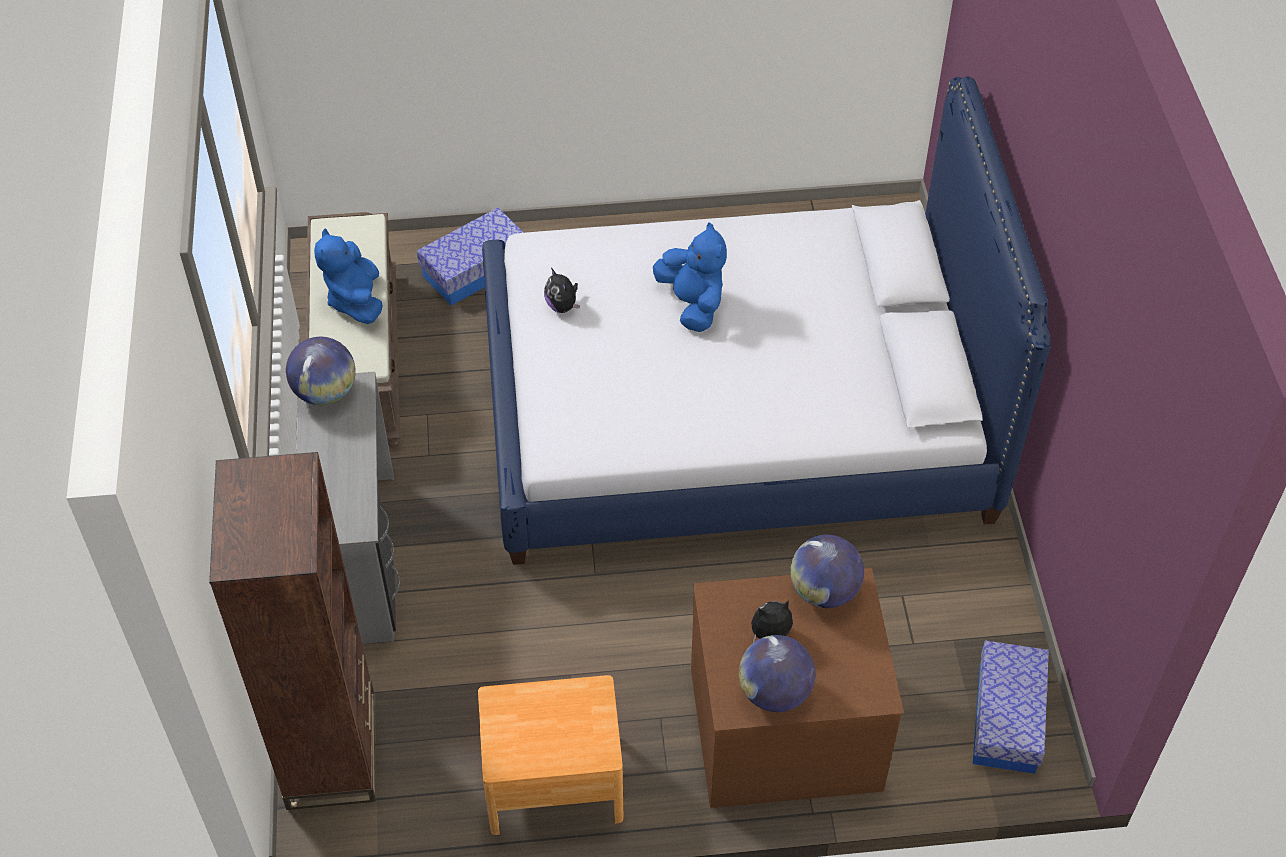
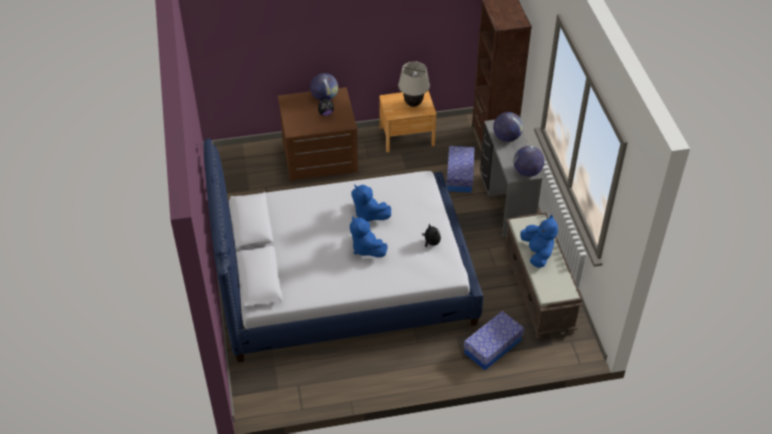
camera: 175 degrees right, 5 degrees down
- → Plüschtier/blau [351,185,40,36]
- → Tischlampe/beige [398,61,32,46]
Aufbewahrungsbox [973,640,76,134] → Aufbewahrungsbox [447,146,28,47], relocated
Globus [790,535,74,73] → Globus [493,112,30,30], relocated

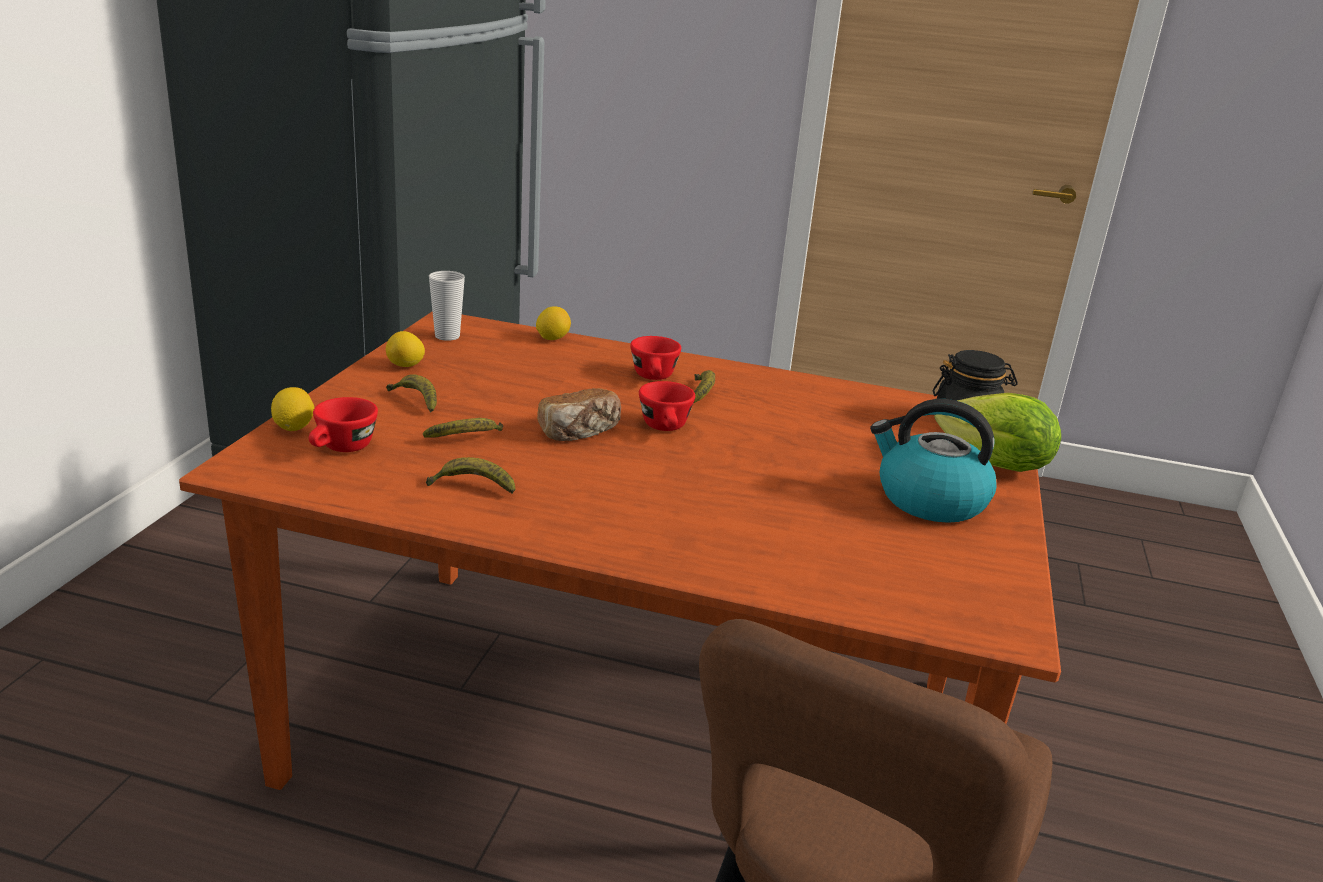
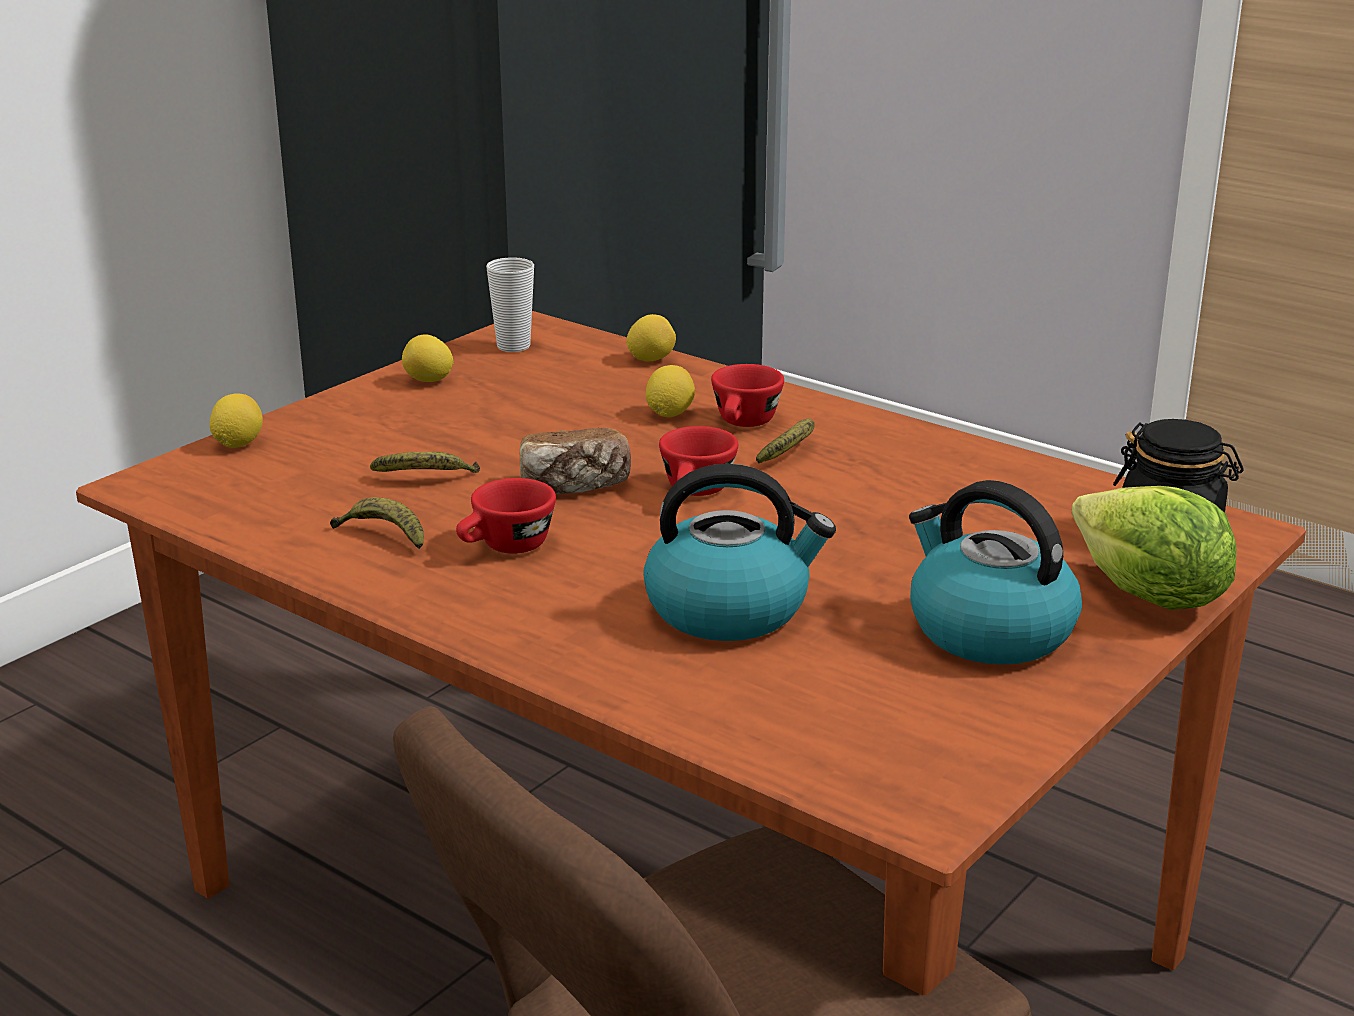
camera: 25 degrees right, 0 degrees up
Tasse/rot [309,397,69,55] → Tasse/rot [456,478,100,76], relocated
- → Wasserkessel [643,464,193,177]
- → Zitrone [646,365,49,52]
Banane [386,374,51,38] → -

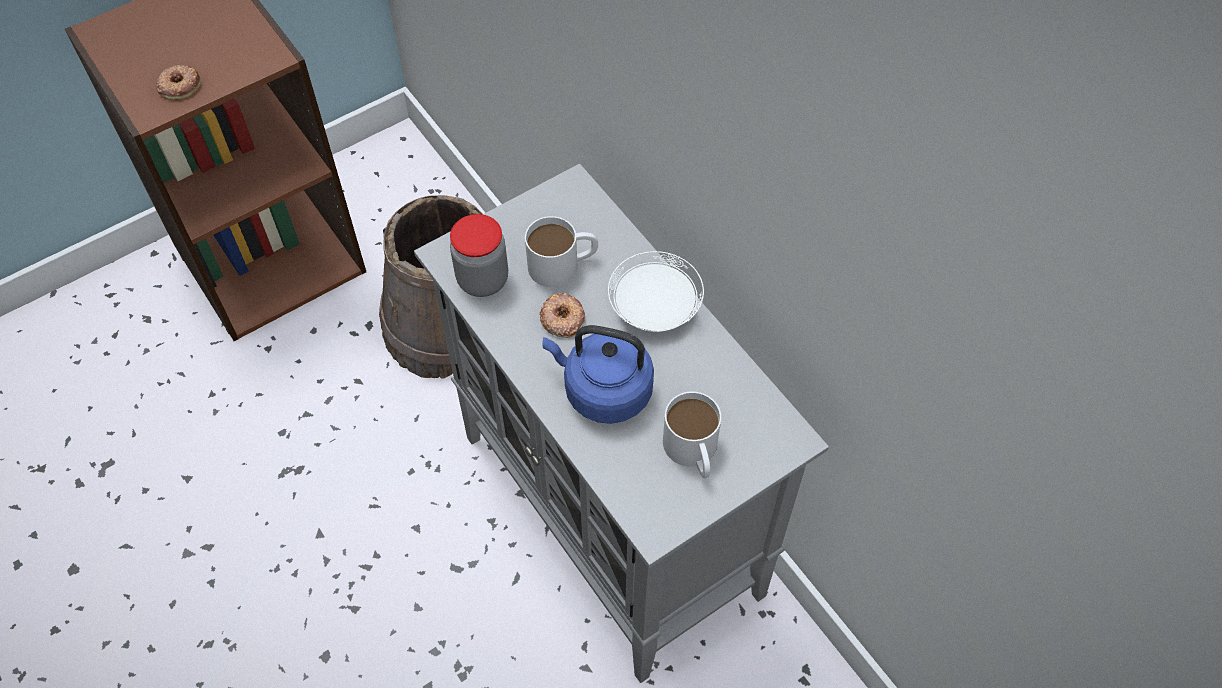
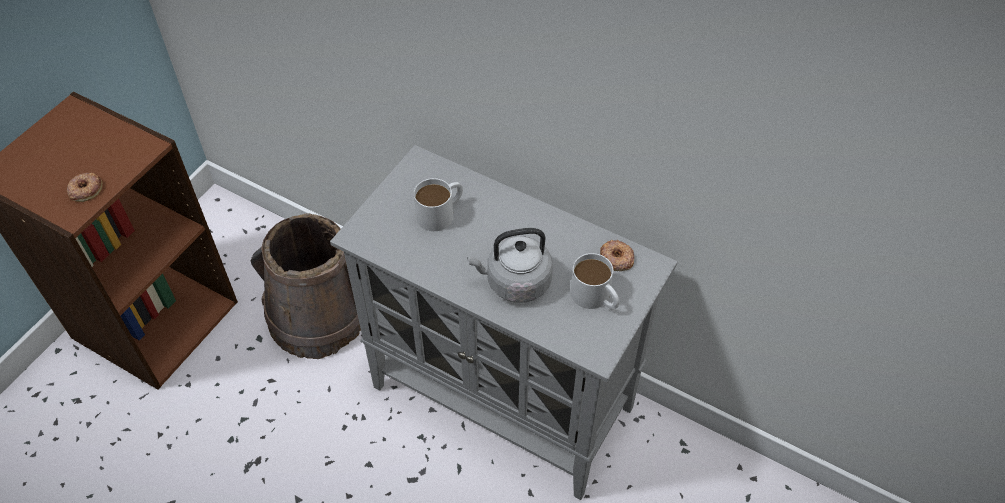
camera: 25 degrees left, 5 degrees down
Wasserkessel/blau [542,325,112,99] → Wasserkessel/grau [467,228,86,75]
Donut [539,293,46,45] → Donut [600,240,34,31], relocated
Vorratsglas [450,214,58,83] → -
Teller/weiß [608,251,96,81] → -

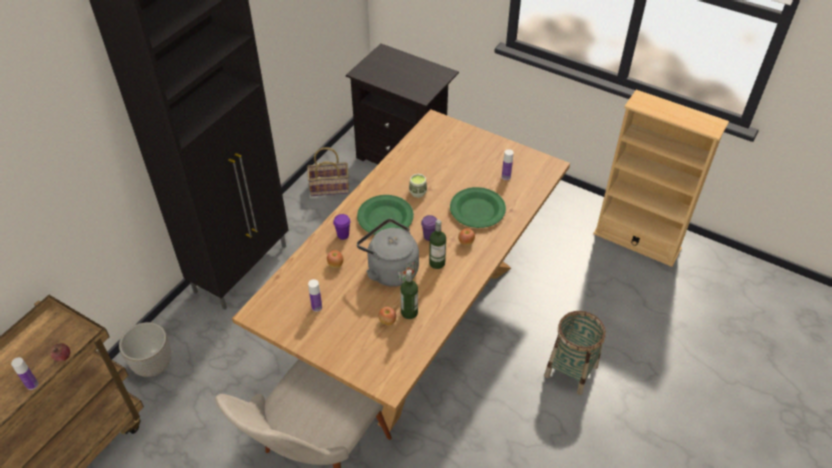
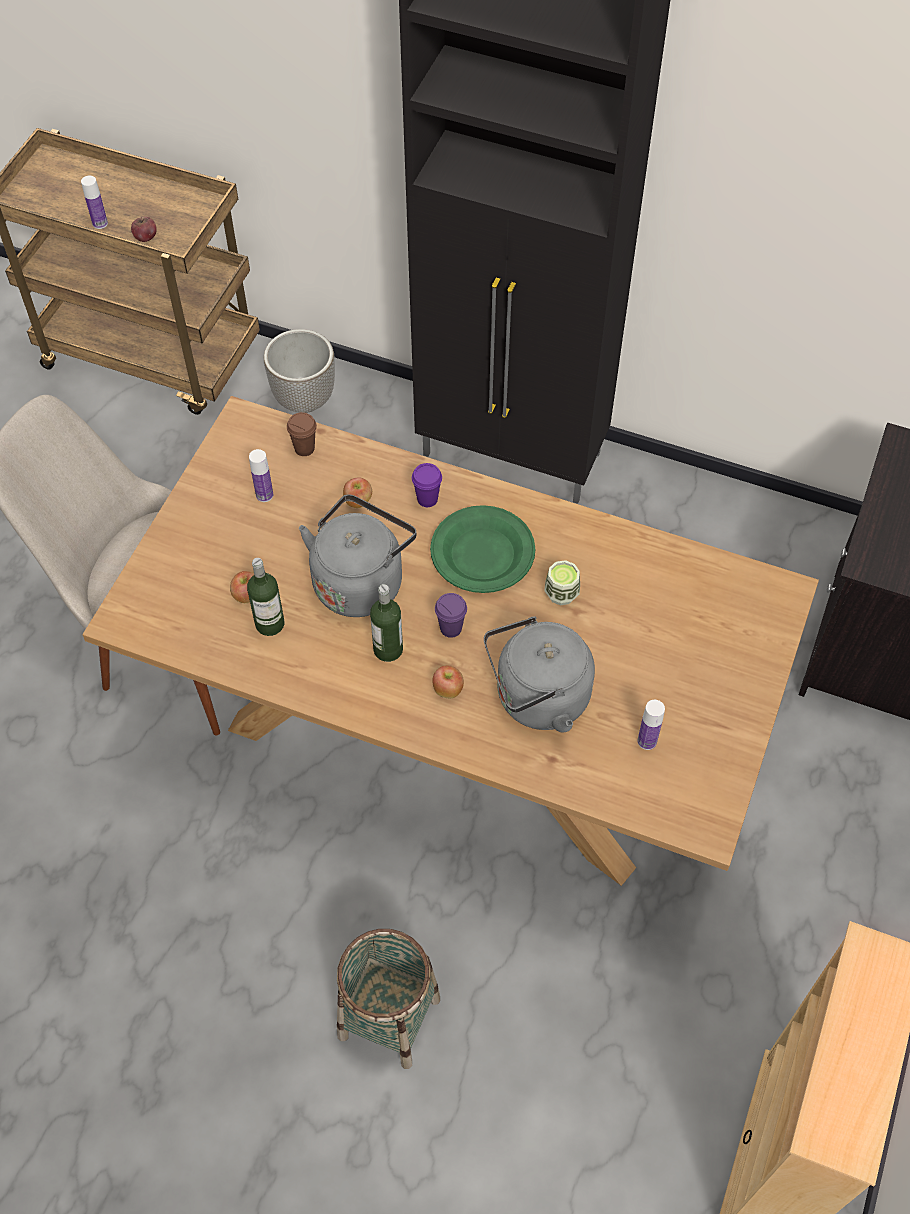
camera: 80 degrees right, 10 degrees up
- → Tasse/braun [287,412,30,44]
Teller/grün [450,187,56,41] → Wasserkessel/grau [484,616,111,116]
Korb [307,147,42,49] → -

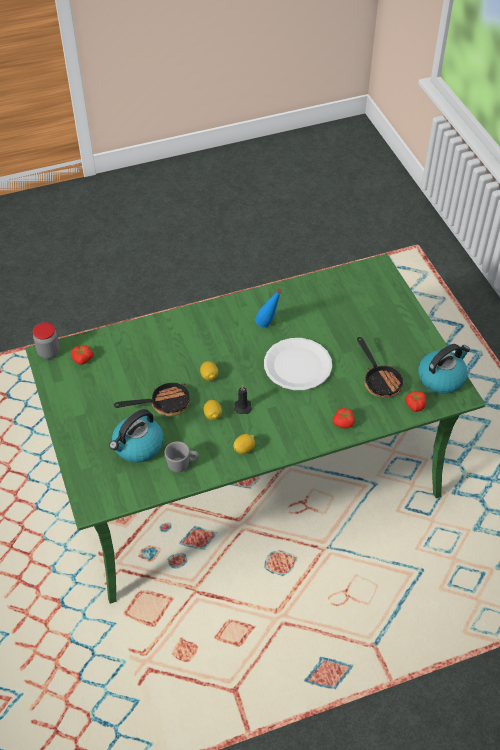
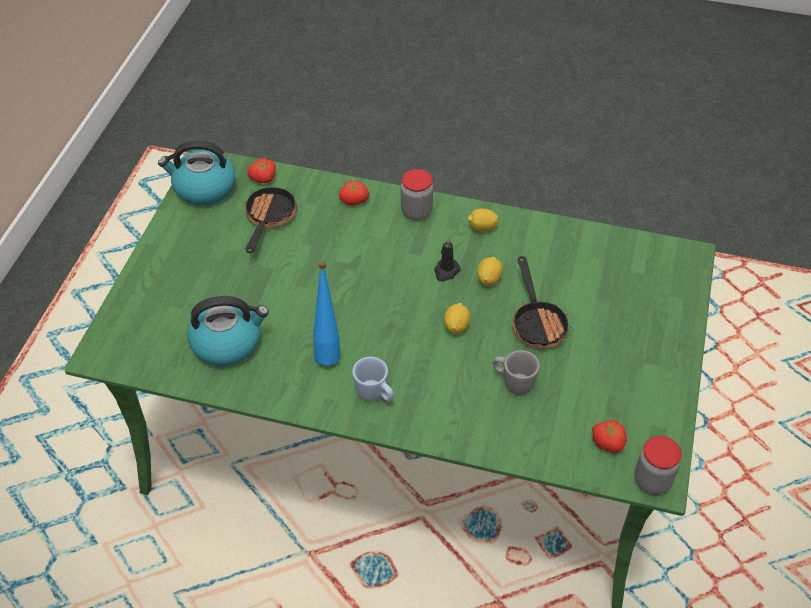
camera: 145 degrees left, 0 degrees up
Wasserkessel [109,409,55,54] → Wasserkessel [187,296,82,70], relocated
- → Henkelbecher/blau [352,357,42,44]
- → Vorratsglas [401,169,32,51]
Henkelbecher/grau [165,441,34,32] → Henkelbecher/grau [493,350,47,45], relocated
Pfanne [114,379,76,38] → Pfanne [512,256,59,92], 120 degrees counterclockwise
Teller/weiß [264,338,68,52] → -

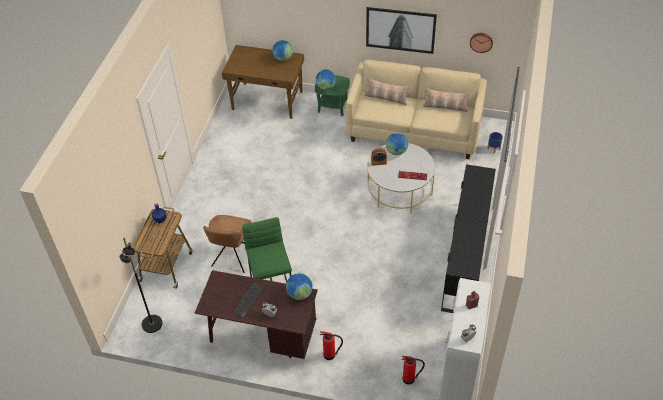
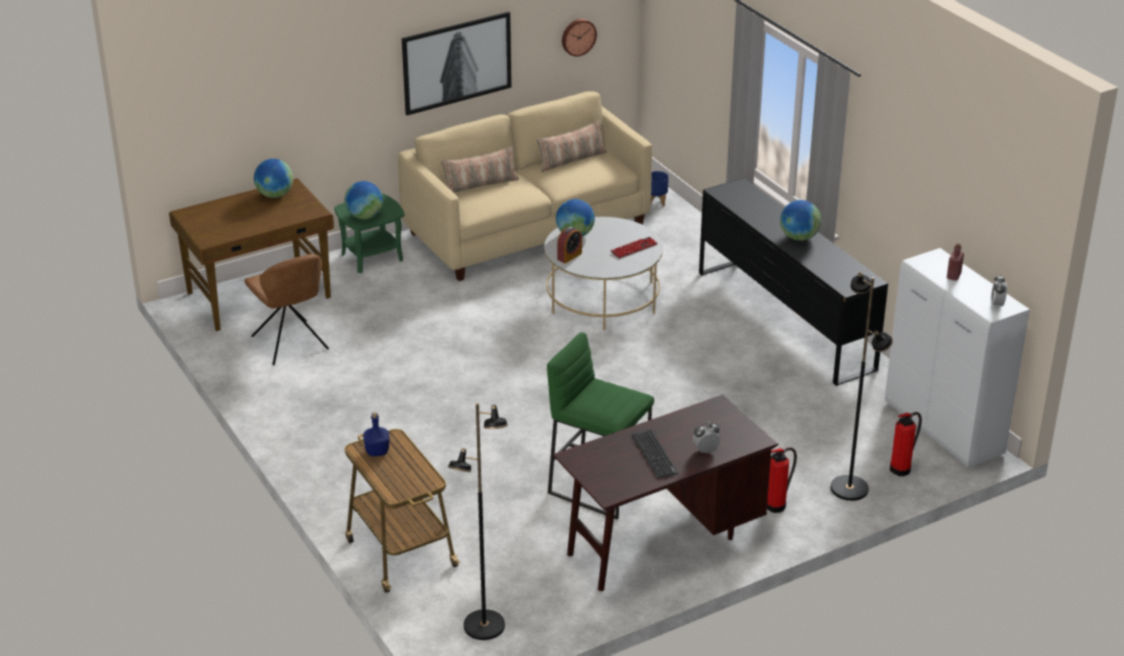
camera: 45 degrees left, 15 degrees down
Stuhl/braun [203,215,49,58] → Stuhl/braun [244,254,85,111], relocated
Globus [286,273,27,27] → Globus [780,200,41,41], relocated
- → Stehlampe/schwarz [831,272,62,229]

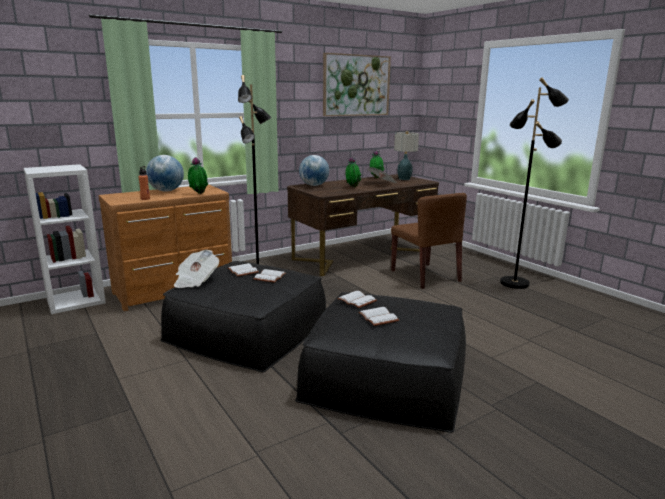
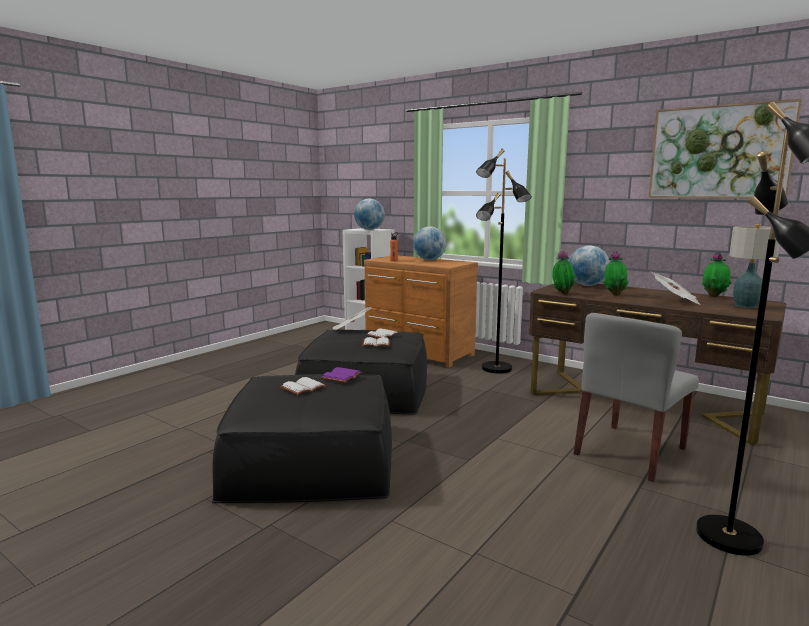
camera: 70 degrees right, 5 degrees down
Buch/weiß [337,291,40,17] → Buch/lila [321,367,41,16]
- → Globus [354,198,31,32]
Topfpflanze [188,157,20,37] → Topfpflanze [552,251,24,43], relocated
Stuhl/braun [391,193,76,96] → Stuhl/grau [574,313,125,169]

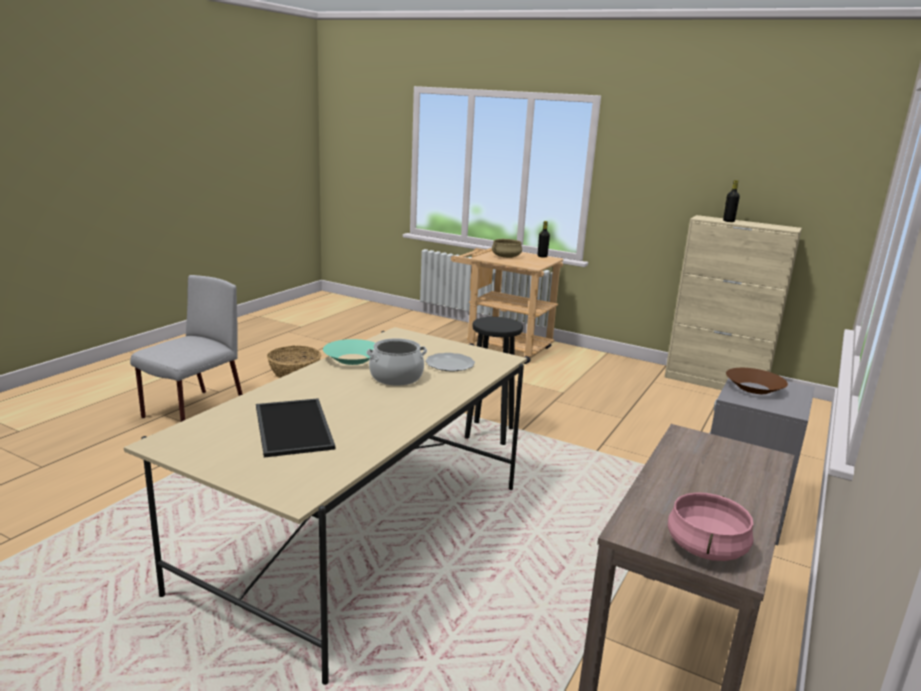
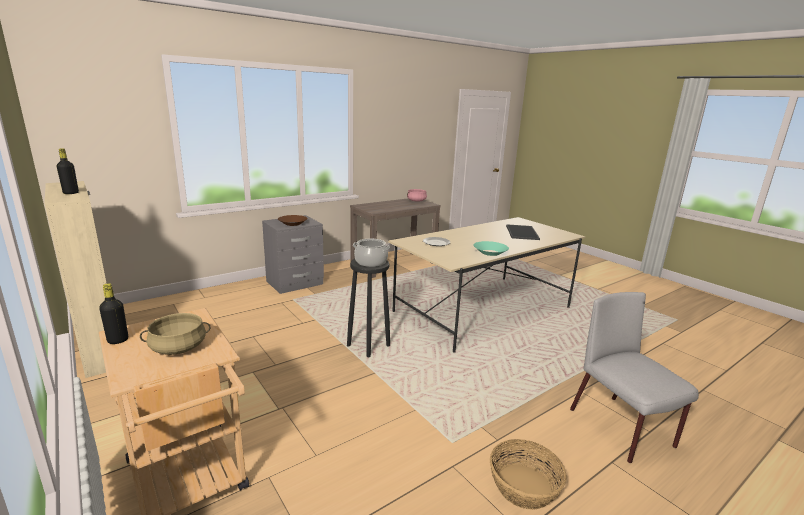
camera: 155 degrees left, 0 degrees up
Kochtopf [366,338,61,48] → Kochtopf [353,239,37,28], relocated
Stuhl/grau [130,275,113,147] → Stuhl/grau [570,292,129,171], 105 degrees clockwise

